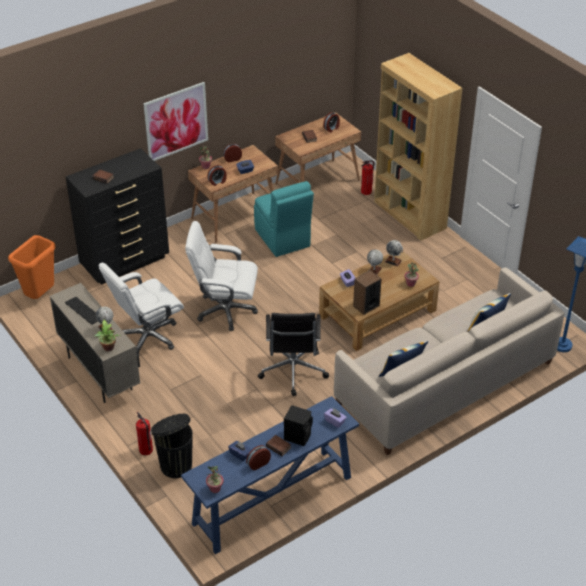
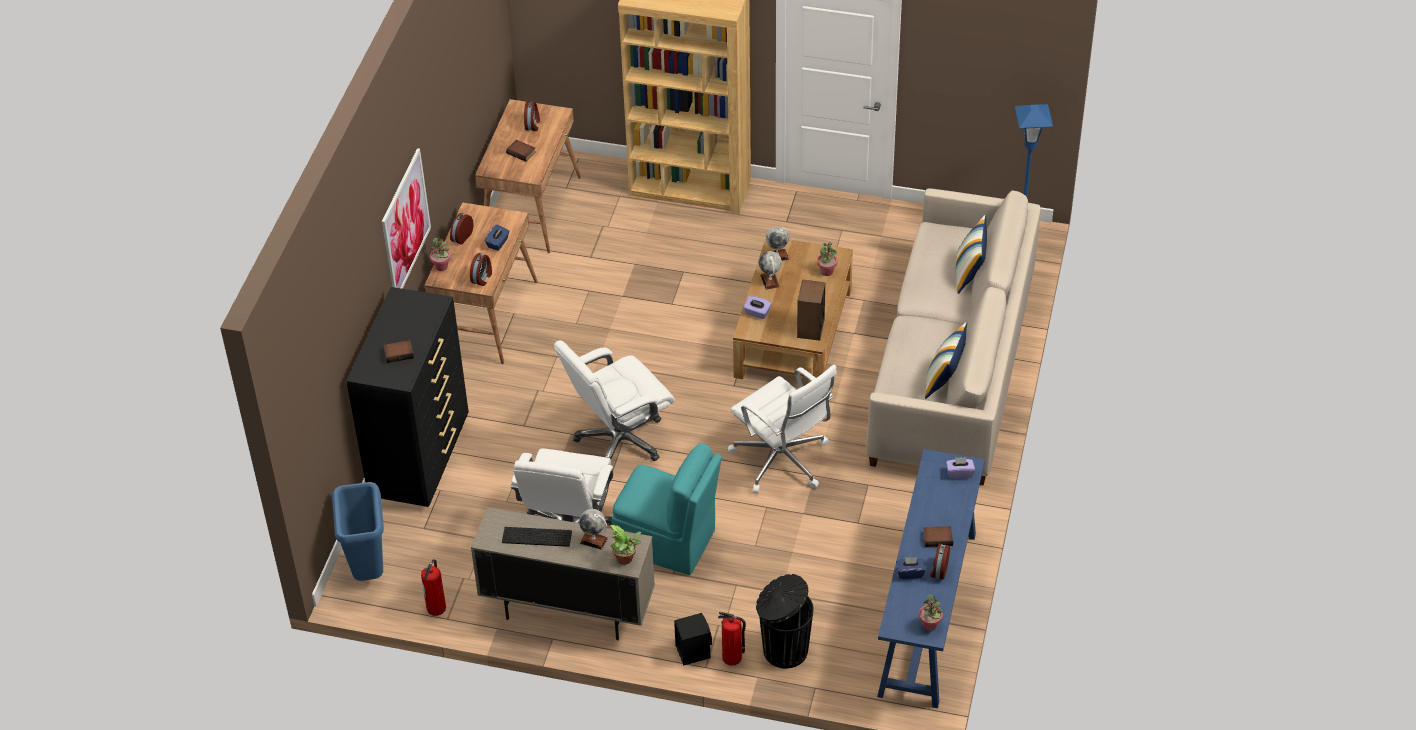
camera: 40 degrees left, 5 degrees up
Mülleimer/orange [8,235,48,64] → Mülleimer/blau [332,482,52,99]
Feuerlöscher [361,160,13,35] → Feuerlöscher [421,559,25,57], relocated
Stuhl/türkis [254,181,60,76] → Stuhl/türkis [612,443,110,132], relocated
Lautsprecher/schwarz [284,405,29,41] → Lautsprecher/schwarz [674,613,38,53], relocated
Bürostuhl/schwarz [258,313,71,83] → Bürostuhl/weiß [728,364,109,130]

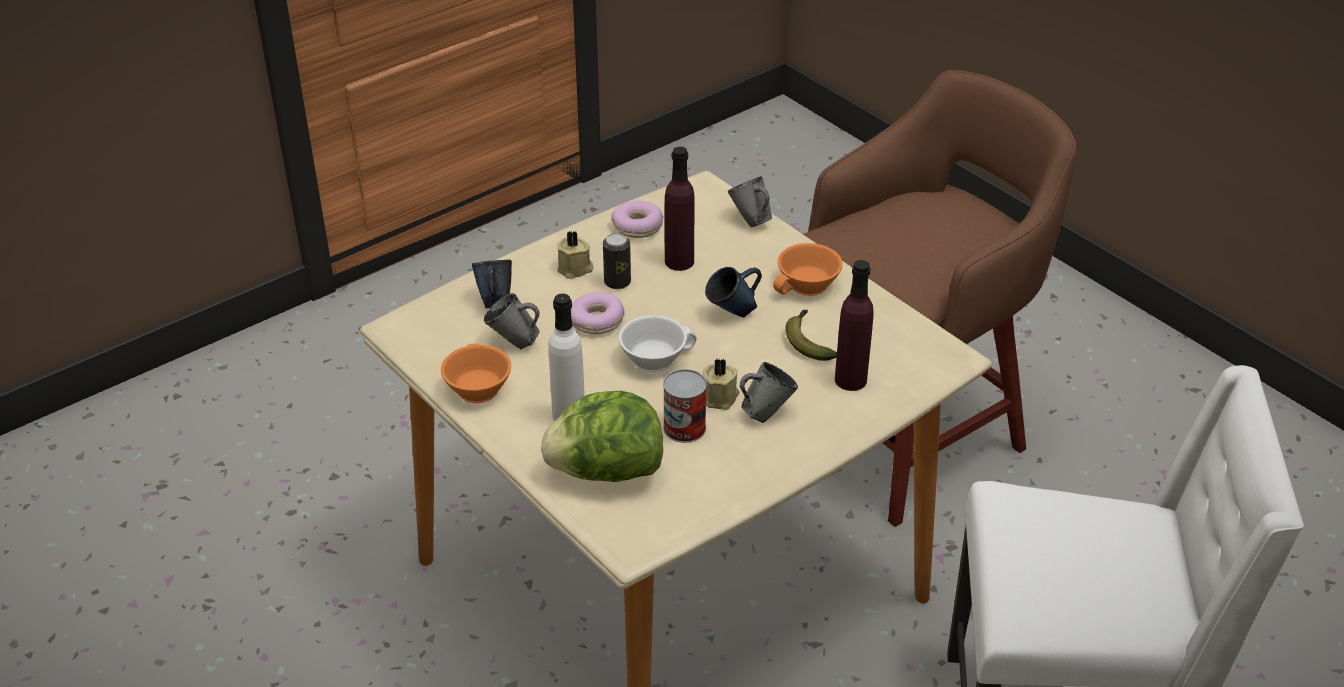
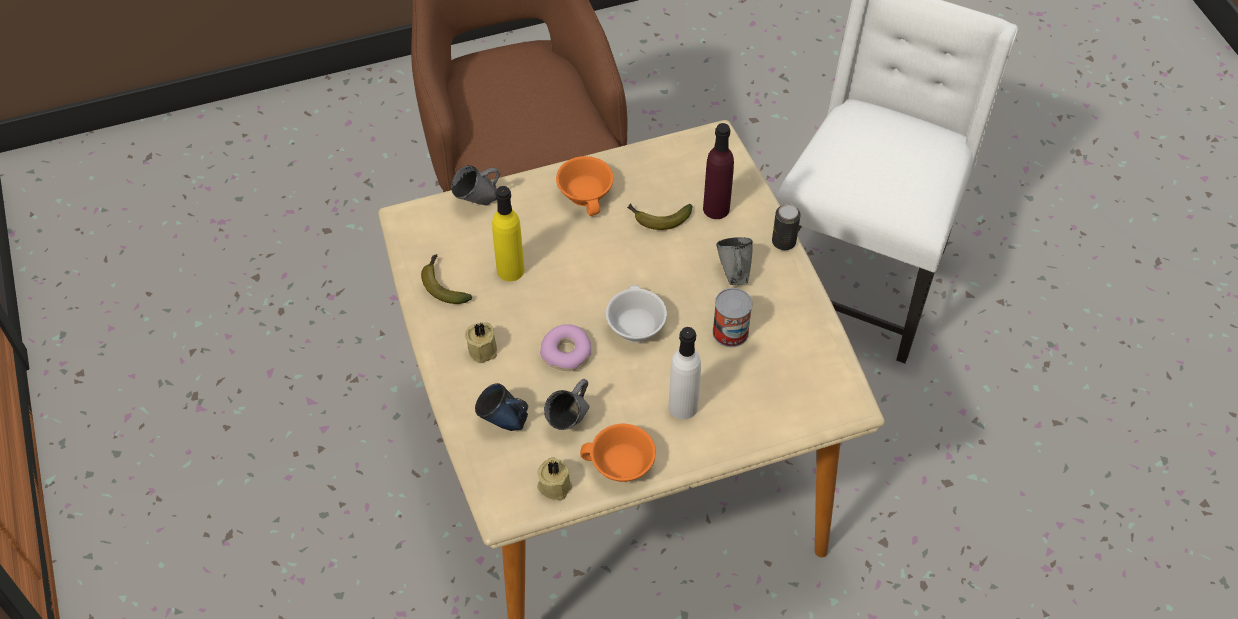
camera: 70 degrees left, 15 degrees up
Donut [611,201,53,37] → Banane [421,254,51,50]
Flasche/lila [664,147,31,124] → Flasche/gelb [492,186,32,95]
Kerze/beige [703,358,37,52] → Kerze/beige [537,458,35,42], relocated
Dose [603,233,28,56] → Dose [772,204,29,46], relocated
Salatkopf [541,391,122,91] → -
Henkelbecher/blau [705,267,57,50] → -

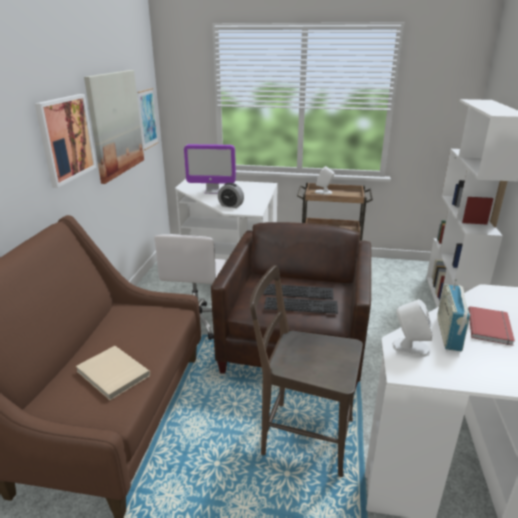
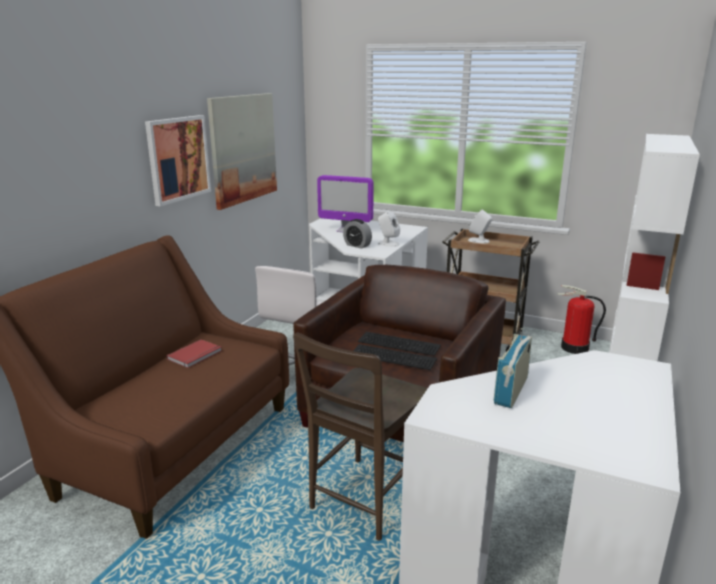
camera: 15 degrees right, 5 degrees down
Buch/rot [468,306,47,40] → Buch/rot [166,340,56,28], relocated
Stuhl/braun [249,265,114,212] → Stuhl/braun [293,333,135,208], 90 degrees counterclockwise
Lautsprecher/weiß [392,299,40,58] → Lautsprecher/weiß [378,211,22,36], relocated
- → Feuerlöscher [557,285,49,69]
Buch/beige [76,346,74,54] → -
Bild [138,88,21,62] → -

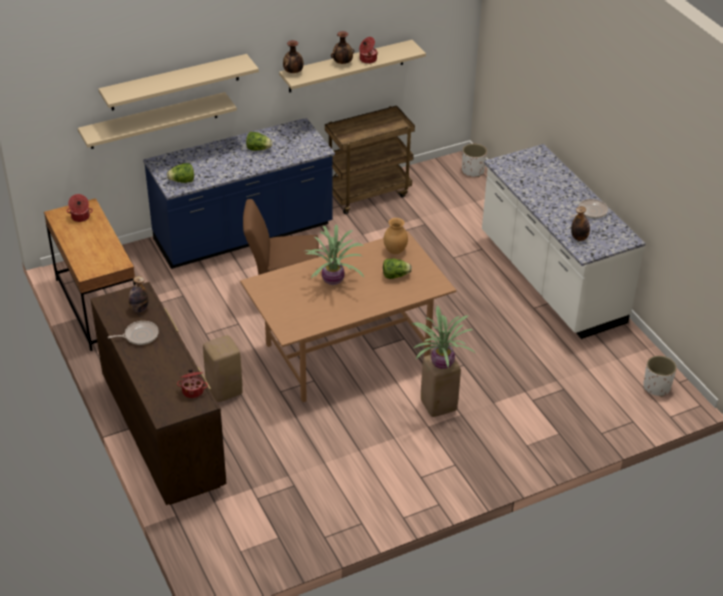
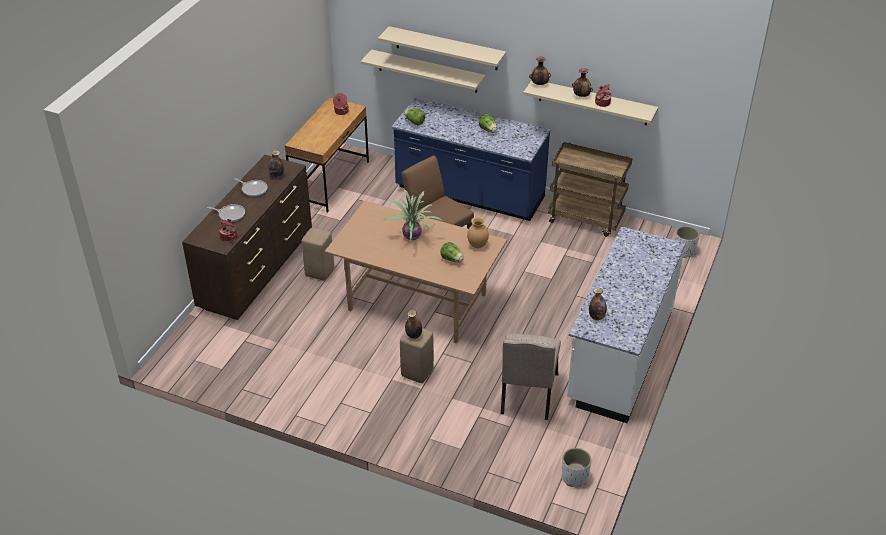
camera: 50 degrees right, 0 degrees up
Pfanne [570,199,38,20] → Pfanne [207,204,38,18], relocated
Topfpflanze [411,306,64,63] → Flasche [405,310,17,29]
- → Stuhl/beige [501,334,60,86]

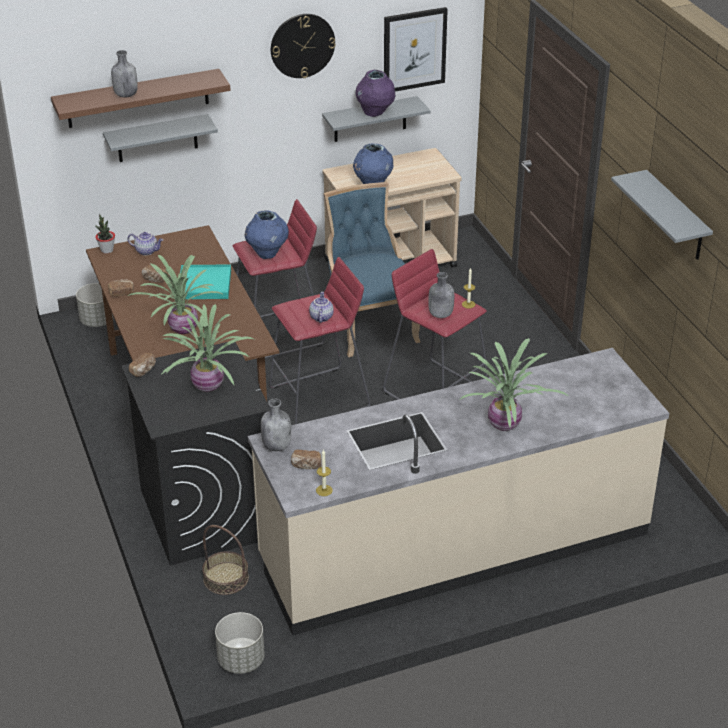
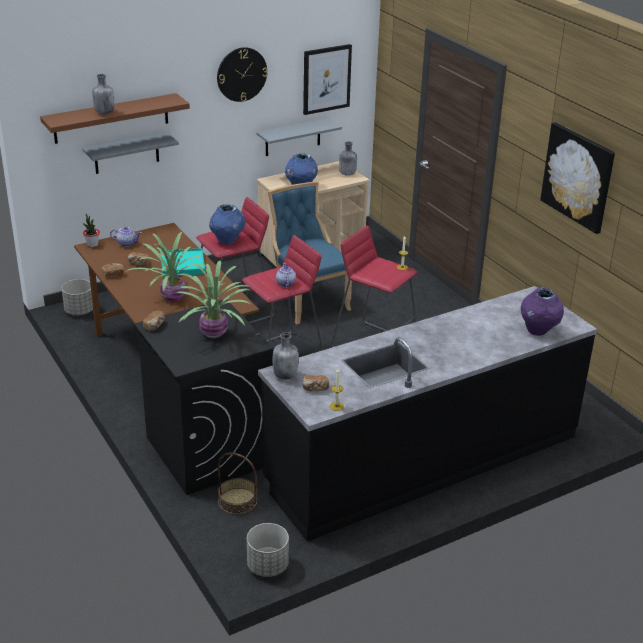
camera: 10 degrees left, 5 degrees down
Küchenzeile/beige [248,348,421,287] → Küchenzeile/schwarz [258,286,339,256]
Flasche/grau [428,272,26,46] → Flasche/grau [339,141,18,35], relocated
Vase/lila [356,70,40,47] → Vase/lila [521,287,43,49], relocated
Wandregal/grau [611,170,102,90] → Bild [540,122,75,112]
Topfpflanze [459,338,109,93] → -

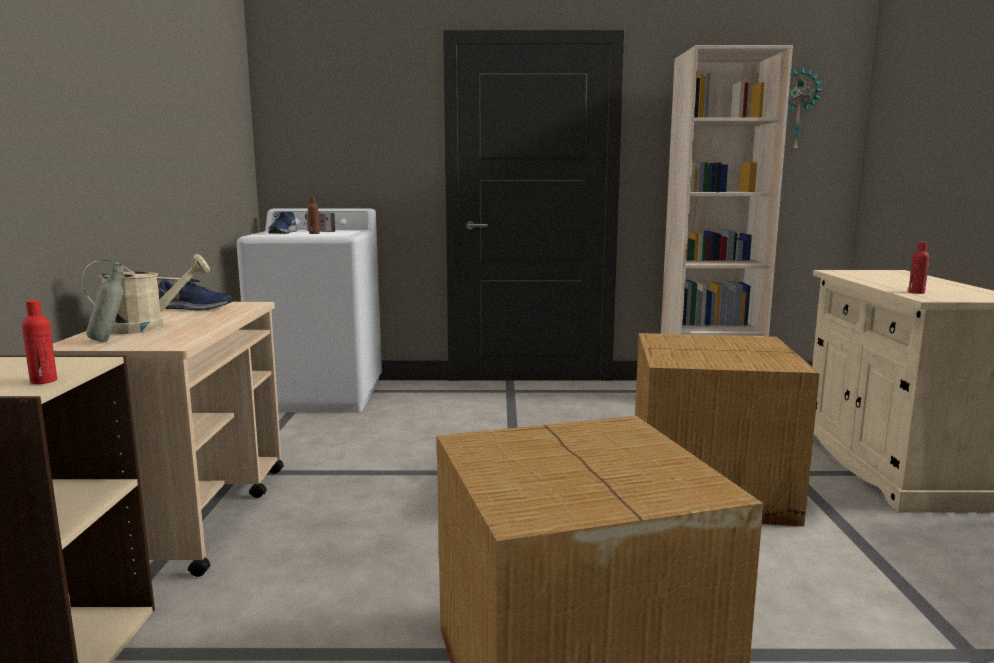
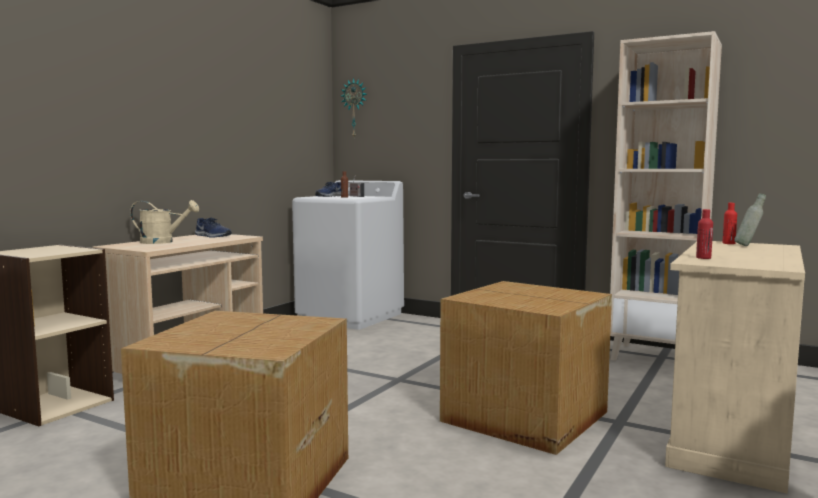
camera: 30 degrees right, 5 degrees down
Wanduhr [788,66,36,86] → Wanduhr [341,78,26,59], relocated
Flasche/rot [22,300,35,84] → Flasche/rot [722,203,15,41], relocated
Flasche/grau [86,263,38,79] → Flasche/grau [734,193,32,53], relocated

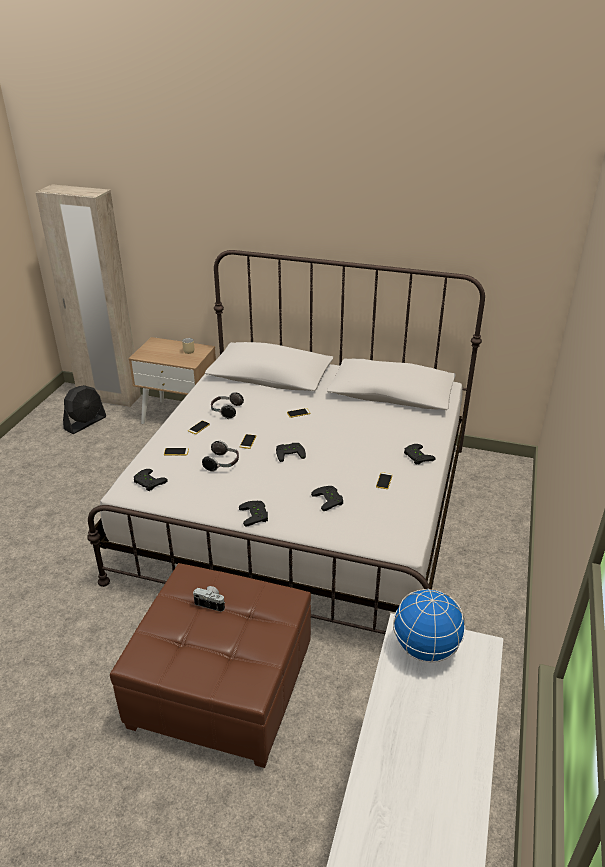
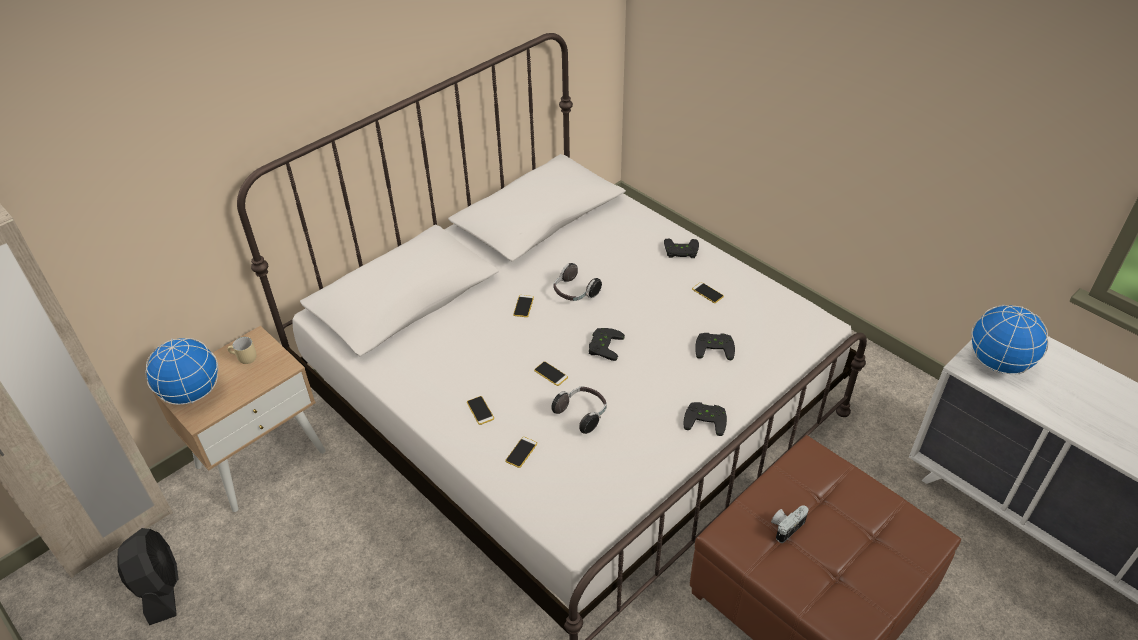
camera: 60 degrees left, 10 degrees up
- → Globus [145,338,73,67]
Kopfhörer [211,392,33,27] → Kopfhörer [553,263,49,38], relocated
Gamepad/schwarz [133,469,35,22] → -

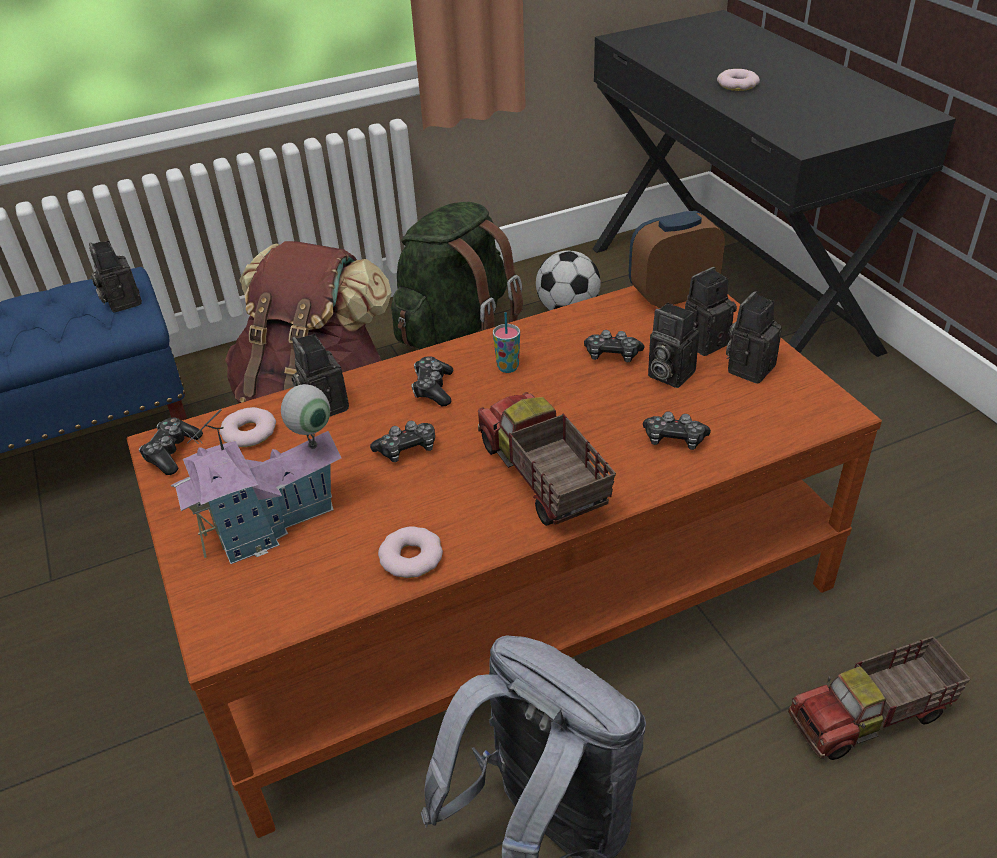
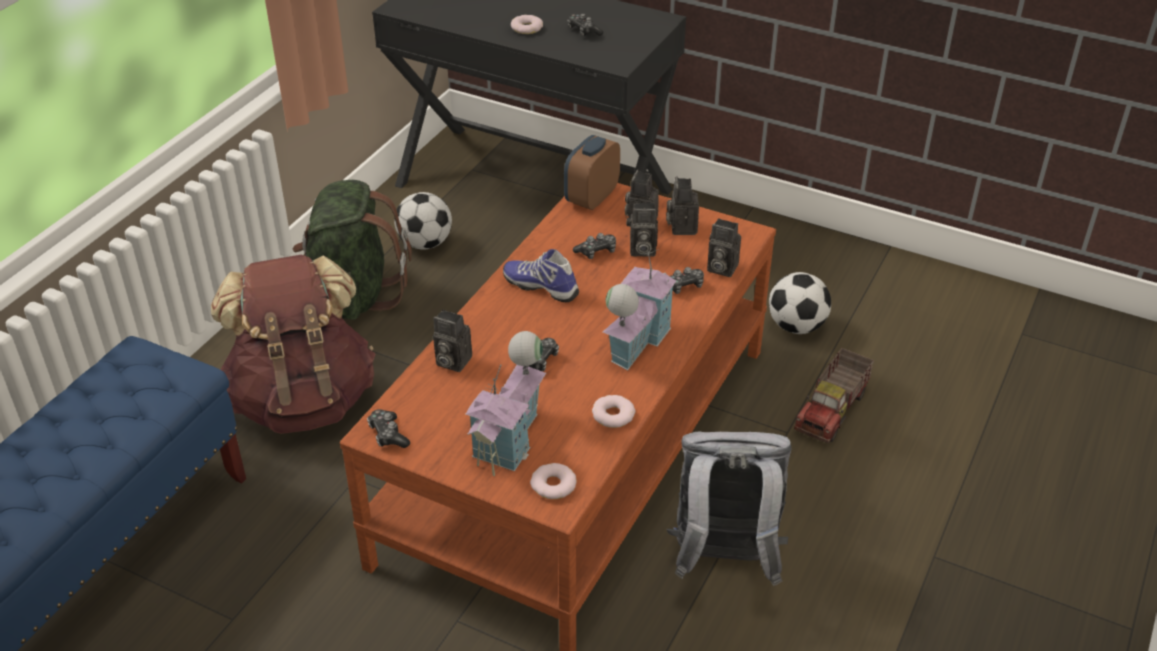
camera: 40 degrees left, 0 degrees up
Tasse [493,312,27,61] → Schuh [503,249,76,53]
Donut [220,407,56,40] → Donut [530,463,47,36], relocated
Gamepad [411,356,42,51] → Gamepad [567,14,36,22], relocated
Spielzeuglaster [478,392,138,134] → Spielzeughaus [603,249,73,121]
Kamera [89,240,53,73] → Kamera [707,218,34,59], relocated
- → Fußball [769,272,62,62]

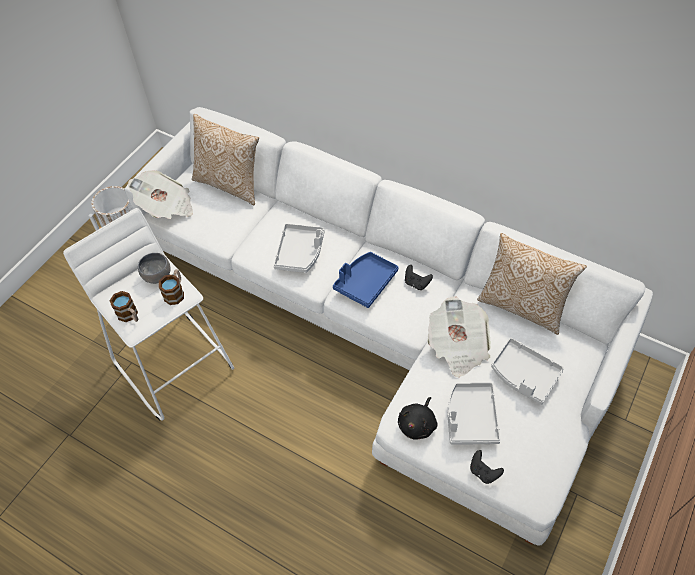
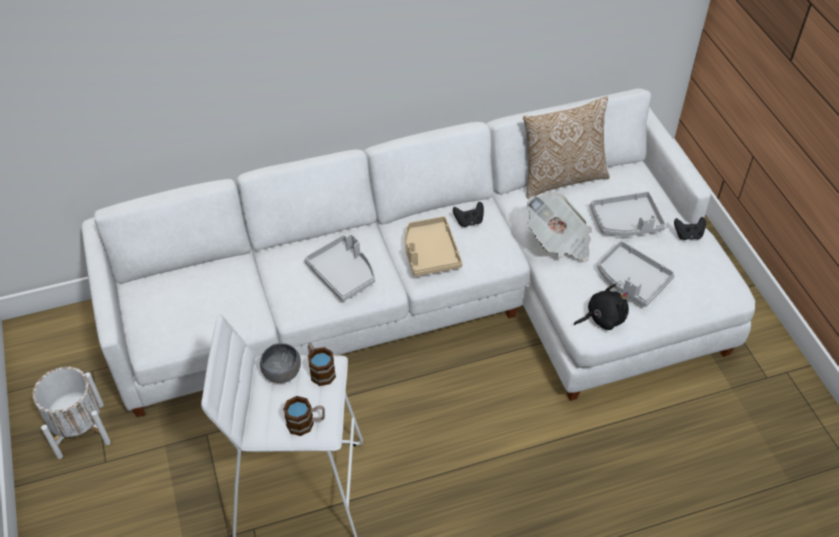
camera: 50 degrees left, 5 degrees down
Tablett/blau [333,252,66,56] → Tablett/beige [405,216,57,60]
Plüschtier/schwarz [398,397,39,43] → Plüschtier/schwarz [574,284,55,46], 90 degrees counterclockwise
Gamepad/schwarz [470,450,34,34] → Gamepad/schwarz [674,217,32,23], relocated
Zeitung [128,170,65,49] → -
Kissen [192,114,67,91] → -

